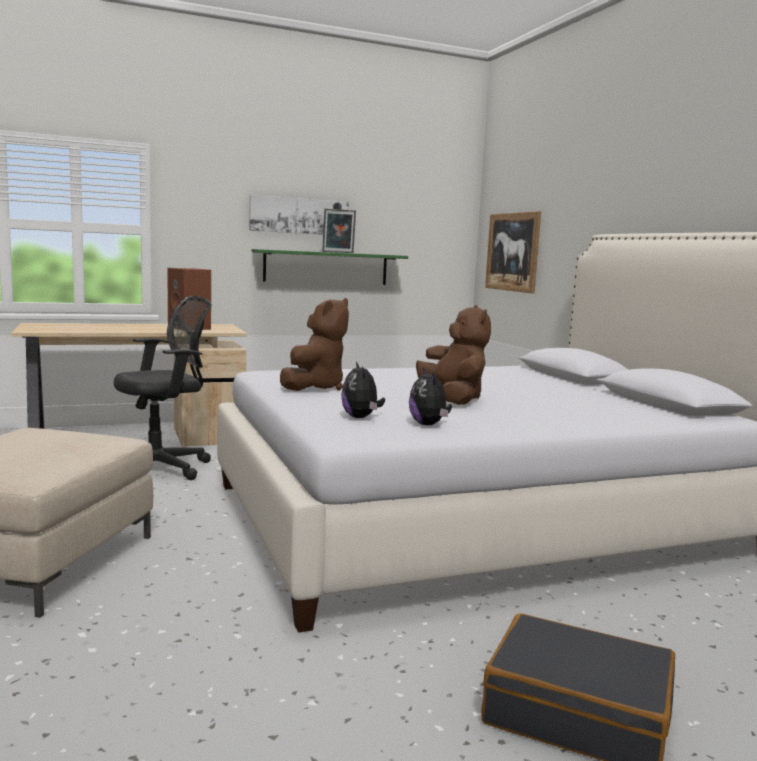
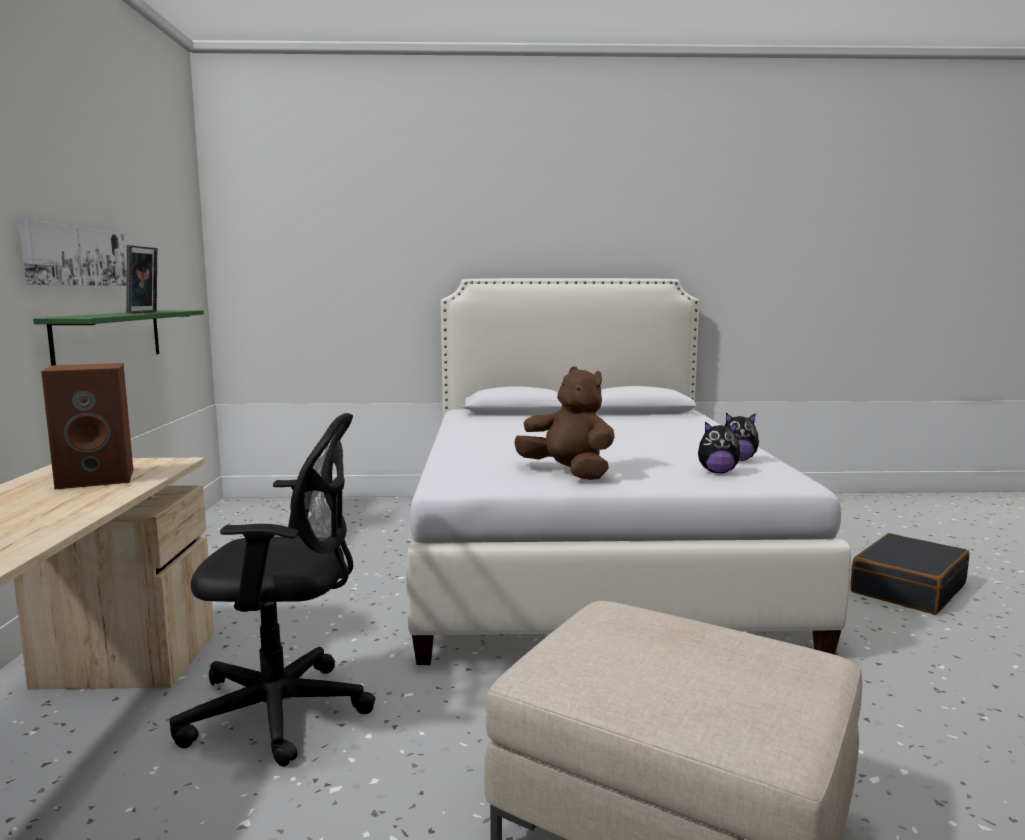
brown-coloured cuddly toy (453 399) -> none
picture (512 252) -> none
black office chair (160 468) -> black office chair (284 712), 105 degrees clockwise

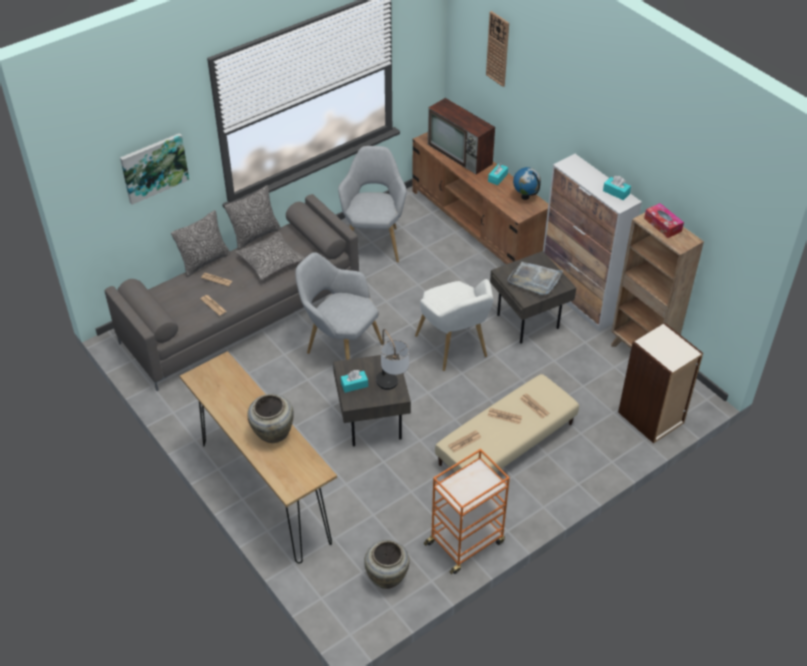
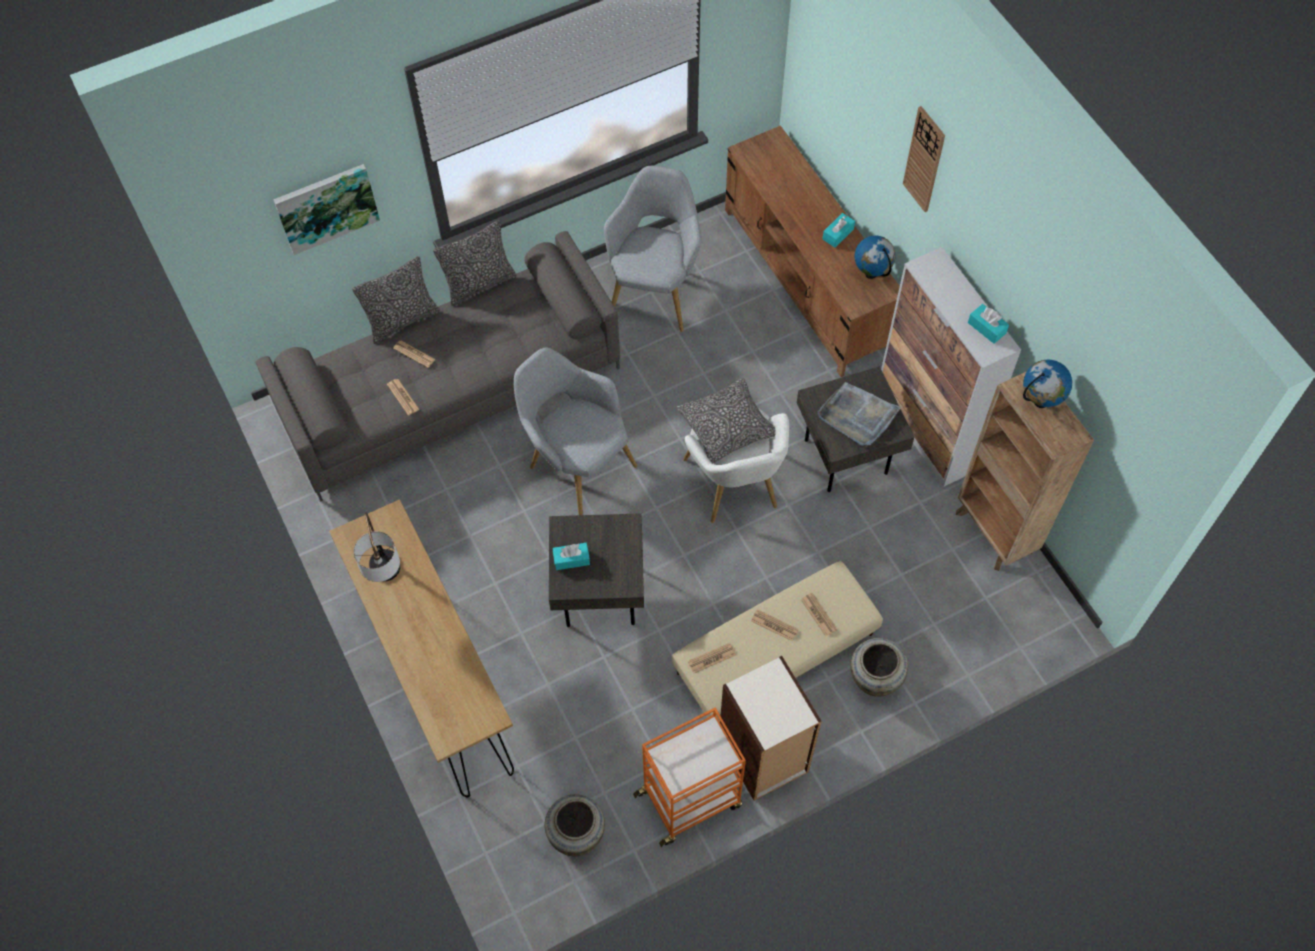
television (461 154) -> none
cushion (271 262) -> cushion (726 427), shifted
beige-coloured vase (272 433) -> beige-coloured vase (874 679), shifted
tabletop lamp (391 389) -> tabletop lamp (388 581), shifted
hanging clock (498 49) -> hanging clock (924 159), shifted
bookshelf (651 418) -> bookshelf (763 756), shifted
tissue holder (662 225) -> globe (1040 402)

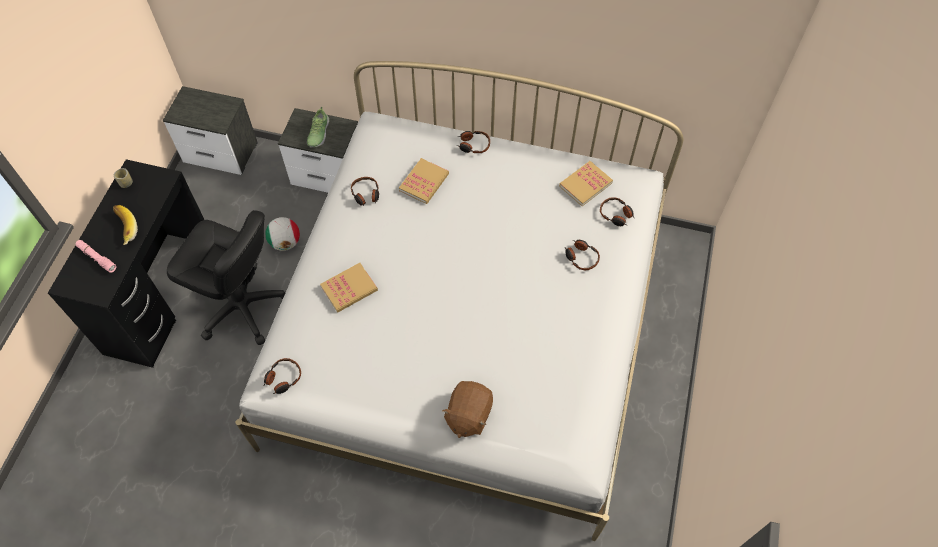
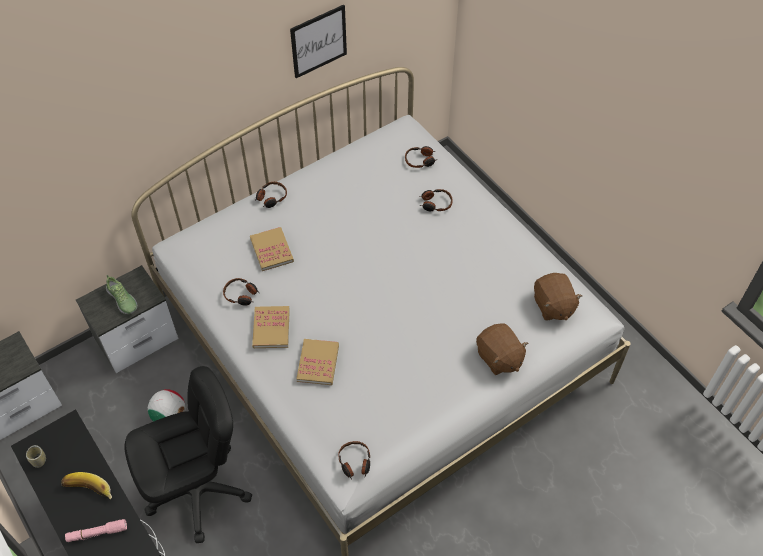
none -> picture (318 41)
none -> brown-coloured cuddly toy (553 306)
book (585 184) -> book (271 328), shifted

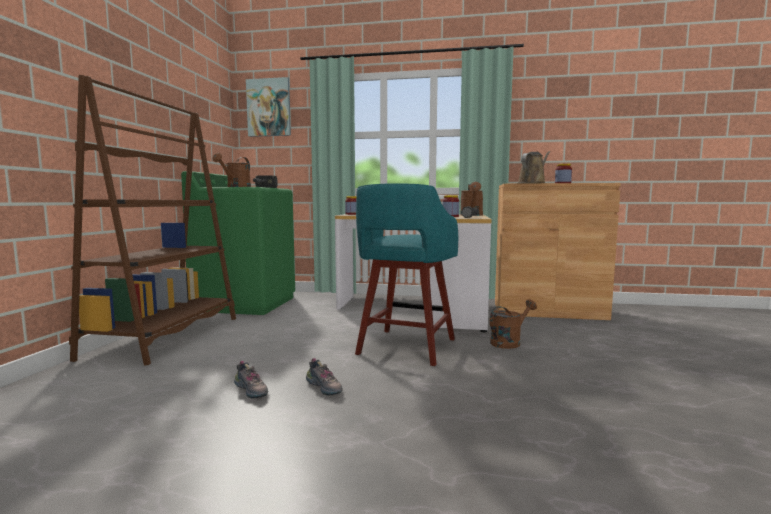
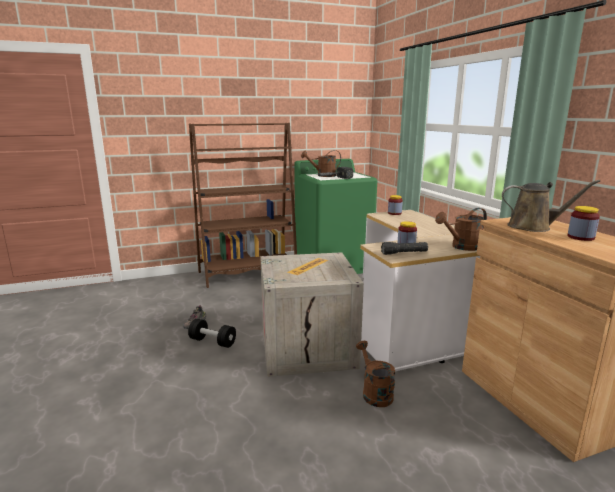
picture (269 107) -> none
item of footwear (325 387) -> black free weight (212 342)
turquoise-coloured stool (405 347) -> crate (306 347)
brown-coloured watering pot (509 342) -> brown-coloured watering pot (374 393), 135 degrees counterclockwise

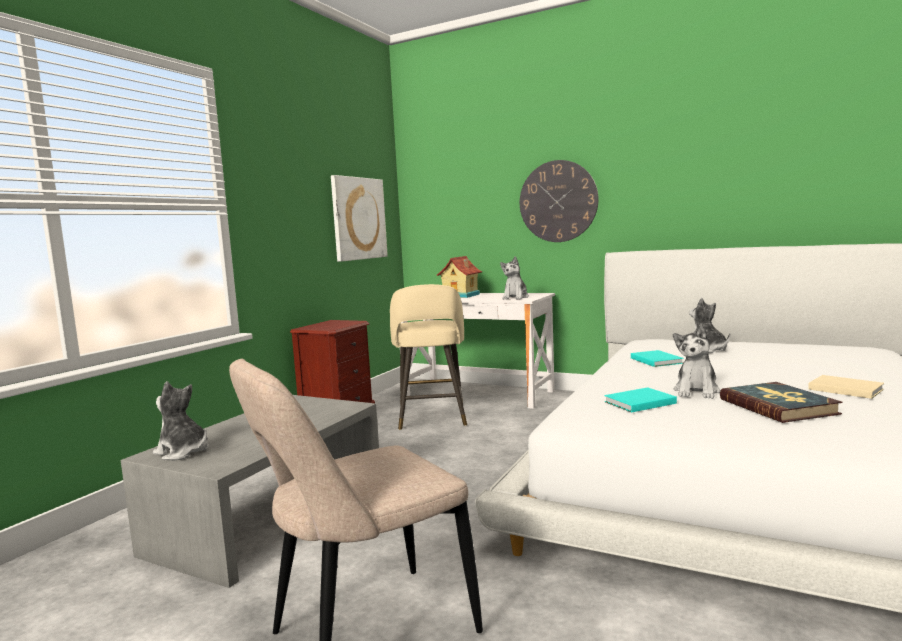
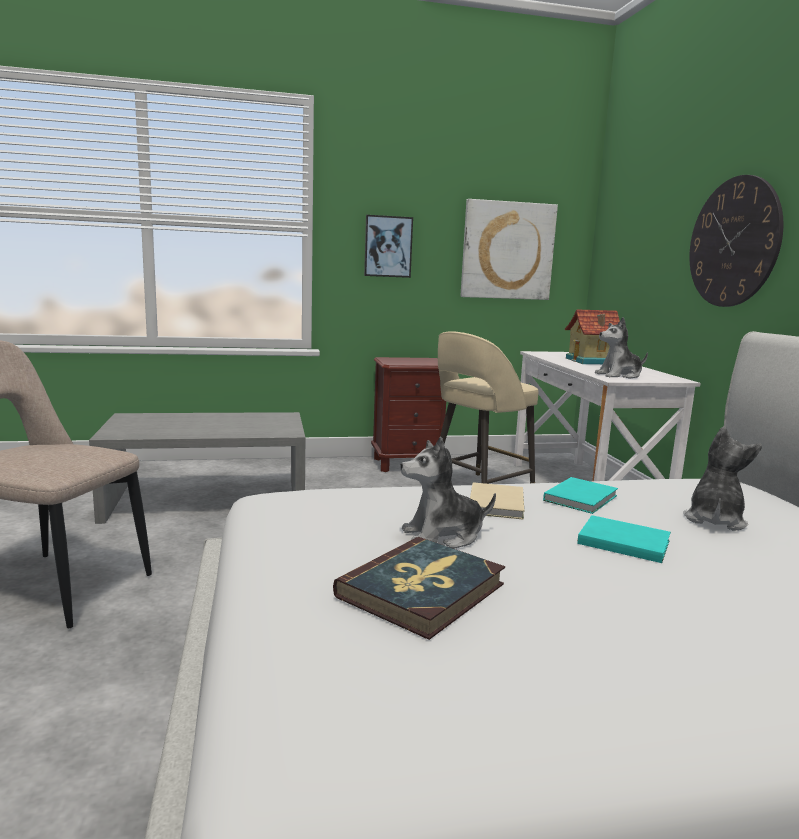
cuddly toy (183 452) -> none
none -> picture (388 246)
turquoise-coloured book (638 402) -> turquoise-coloured book (621 541), shifted
beige-coloured book (844 389) -> beige-coloured book (497 503), shifted

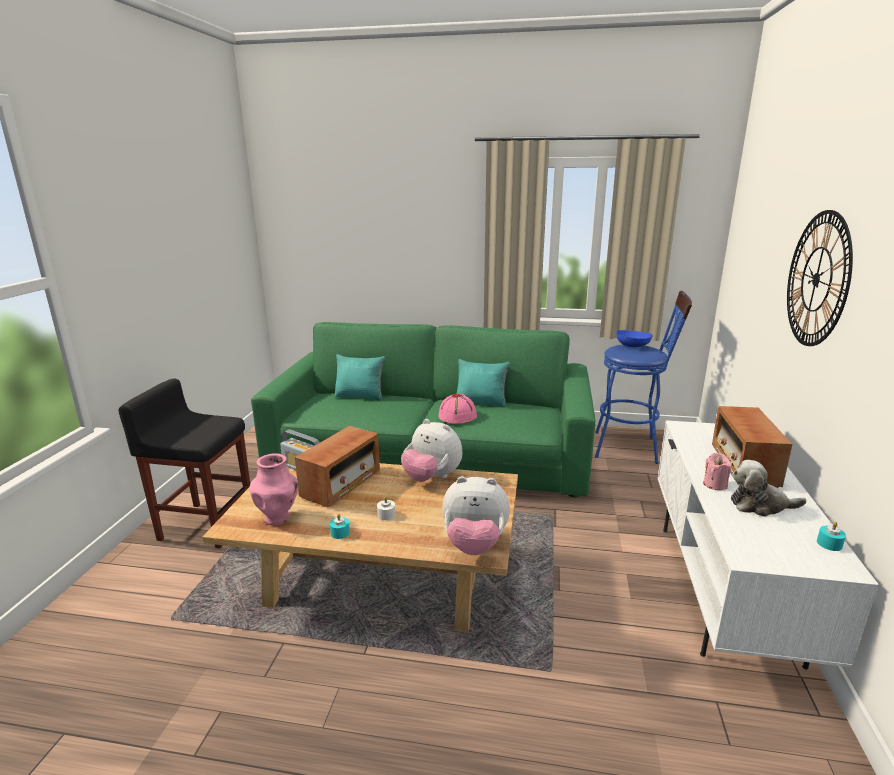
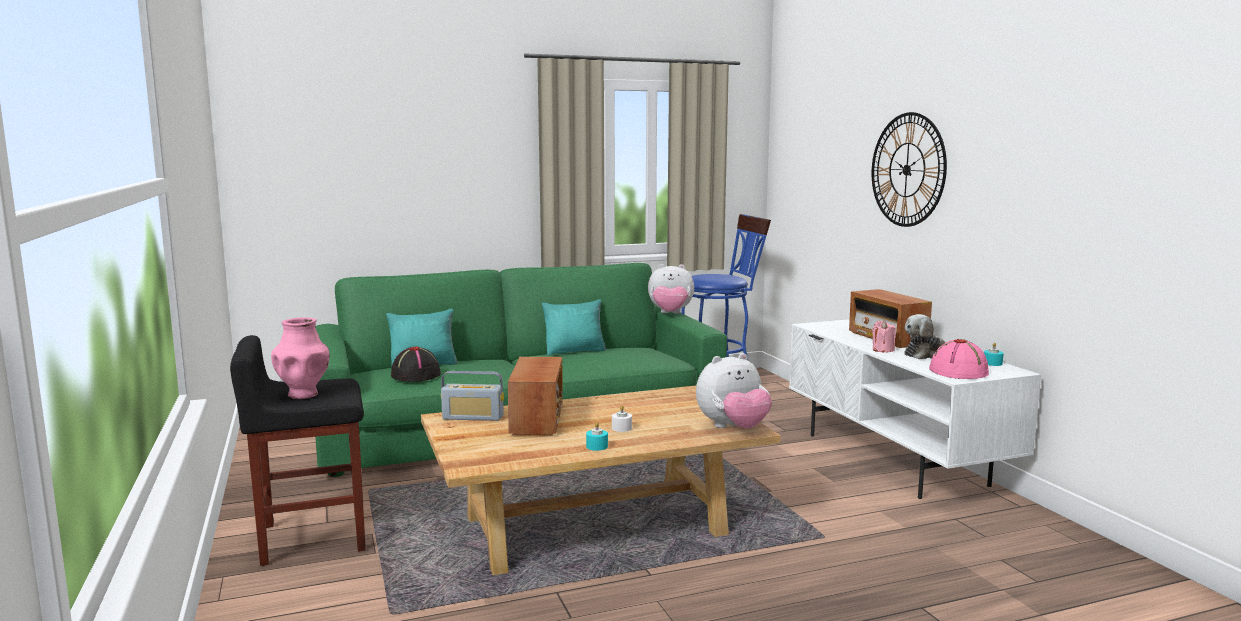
blue deep dish (632 346) -> none
none -> black wearable hat (415 375)
pinkish vase (278 518) -> pinkish vase (303 394), shifted
cuddly toy (432 478) -> cuddly toy (670 314), shifted
pinkish wearable hat (457 415) -> pinkish wearable hat (959 371), shifted

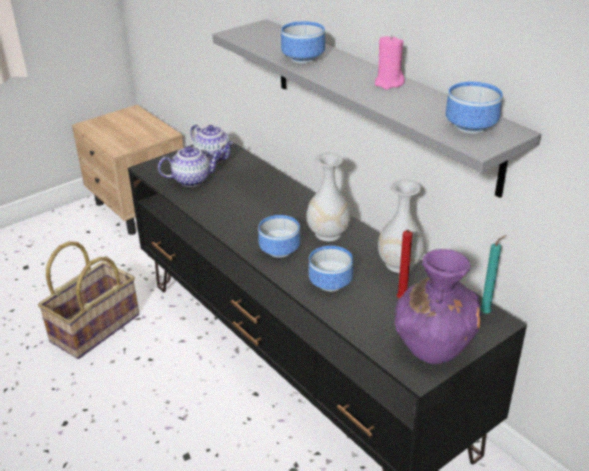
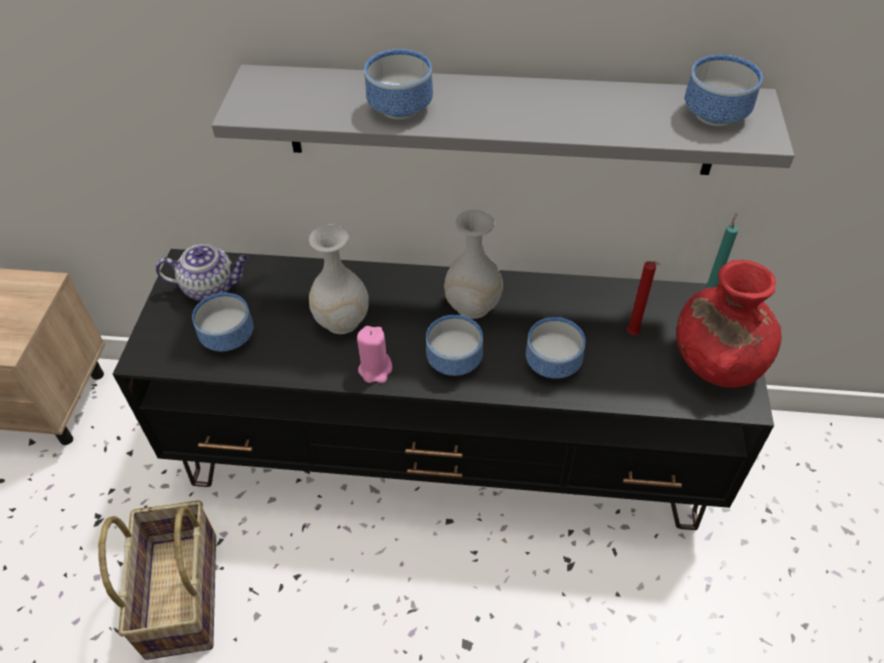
pinkish wax candle (388 83) -> pinkish wax candle (375 369), shifted
whitish vase (399 264) -> whitish vase (341 320), shifted
teapot (192 180) -> deep dish (228 336)
purplish vase (434 343) -> red vase (715 361)

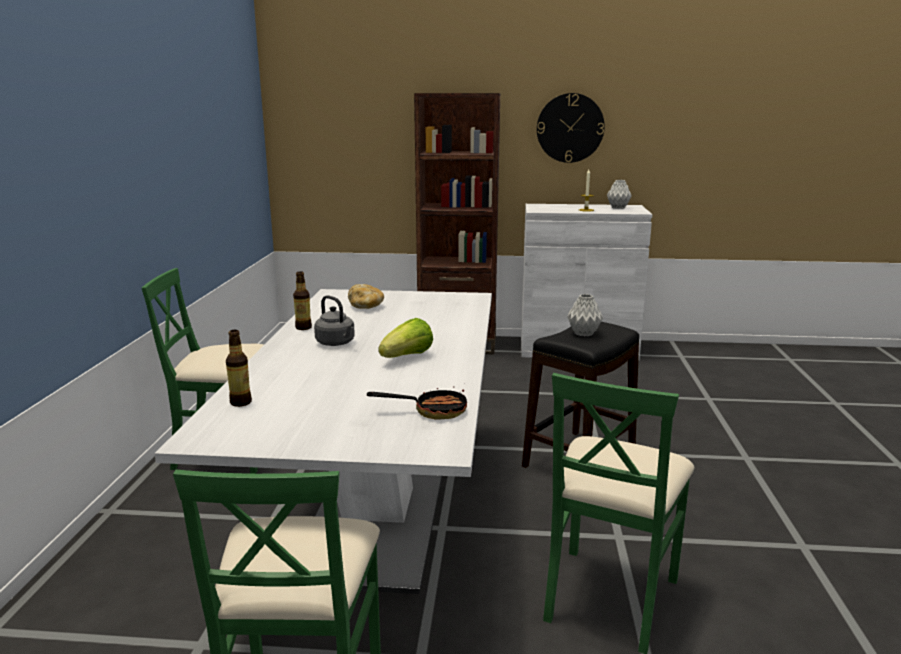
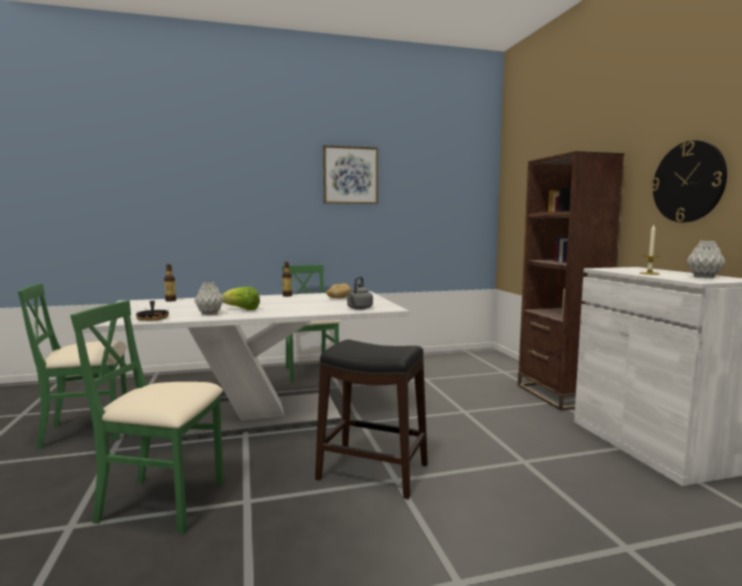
none -> picture (350 175)
grey water kettle (336 343) -> grey water kettle (359 308), shifted
grey vase (583 334) -> grey vase (209 314), shifted

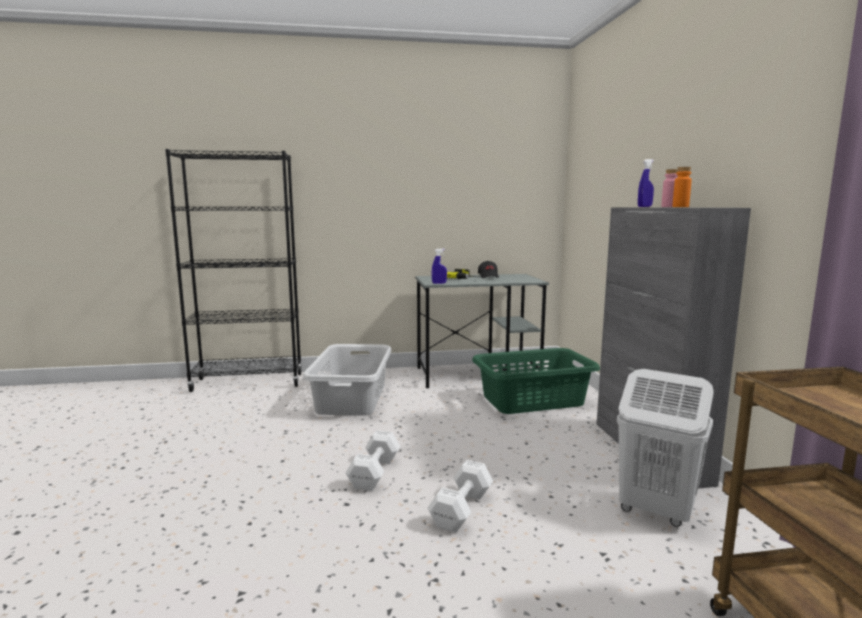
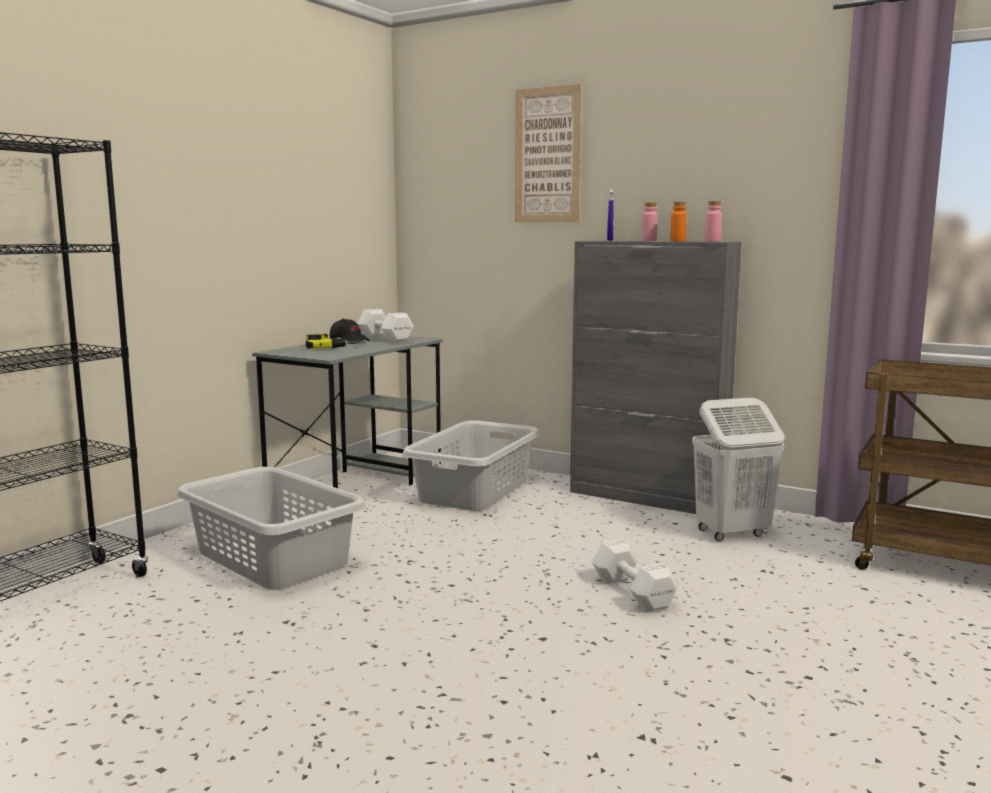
blue sprayer (439 283) -> none
none -> picture (547 155)
none -> pinkish drink bottle (712 241)
whitish free weight (375 472) -> whitish free weight (385 338), shifted
green hamper (533 400) -> grey hamper (475 491)

